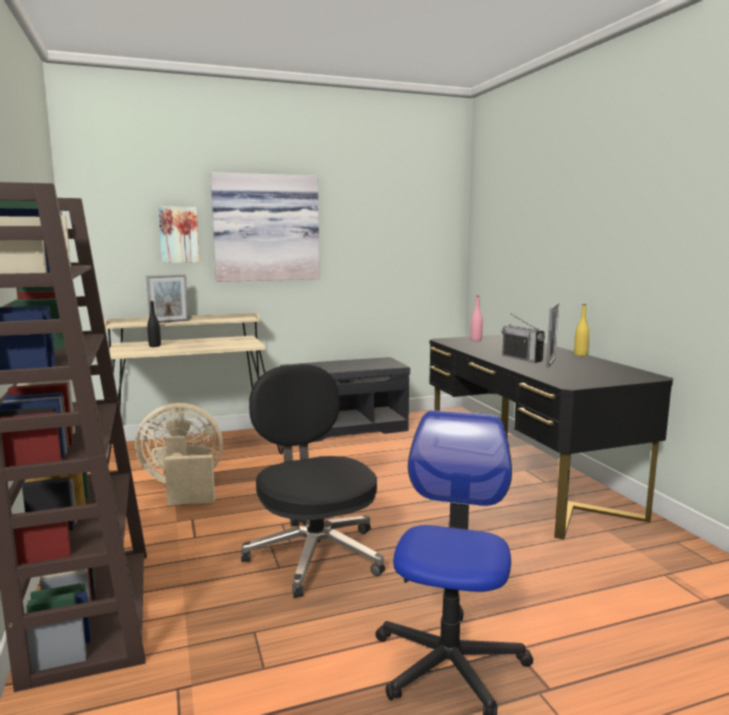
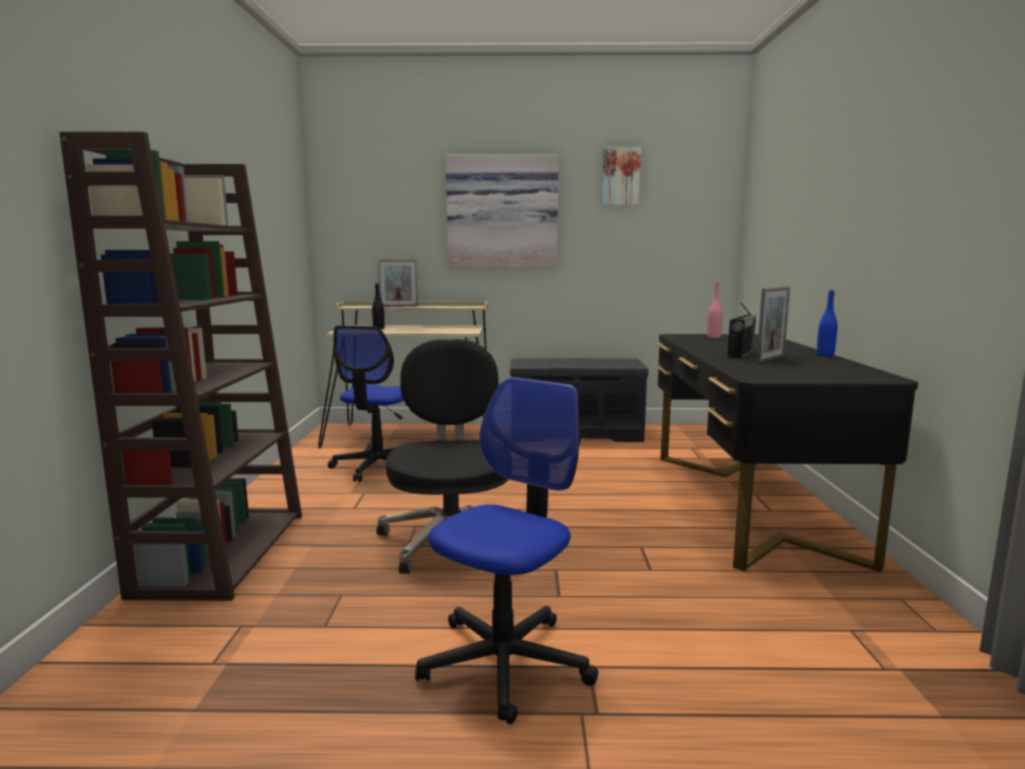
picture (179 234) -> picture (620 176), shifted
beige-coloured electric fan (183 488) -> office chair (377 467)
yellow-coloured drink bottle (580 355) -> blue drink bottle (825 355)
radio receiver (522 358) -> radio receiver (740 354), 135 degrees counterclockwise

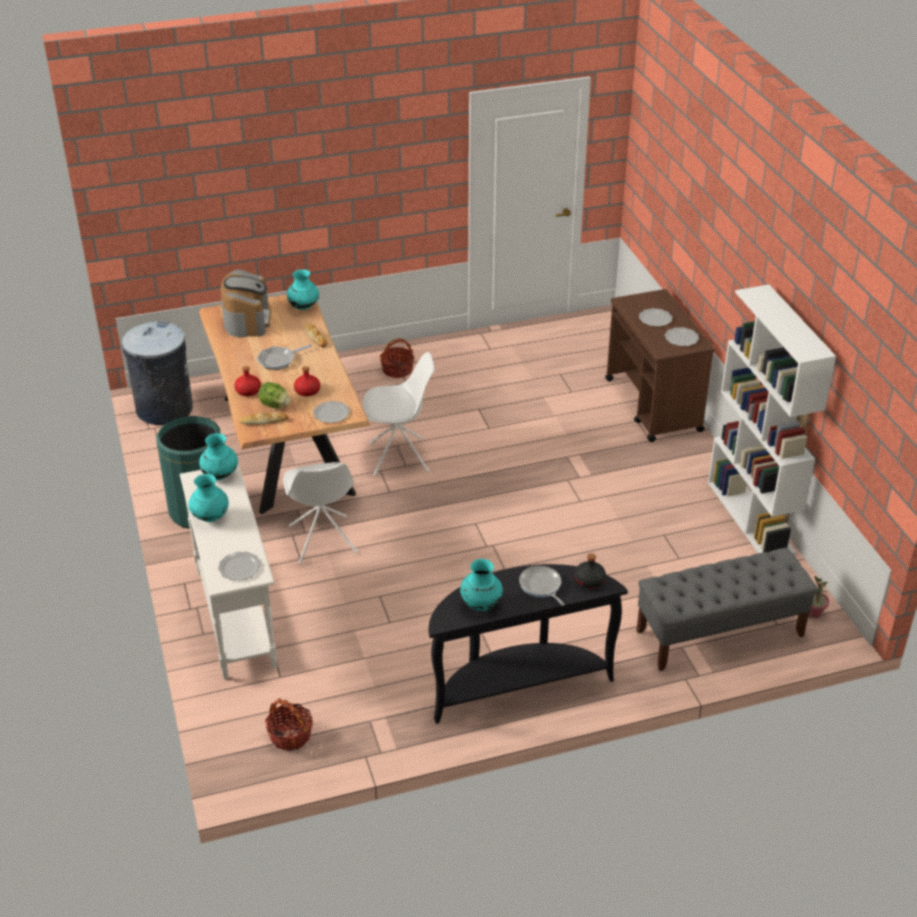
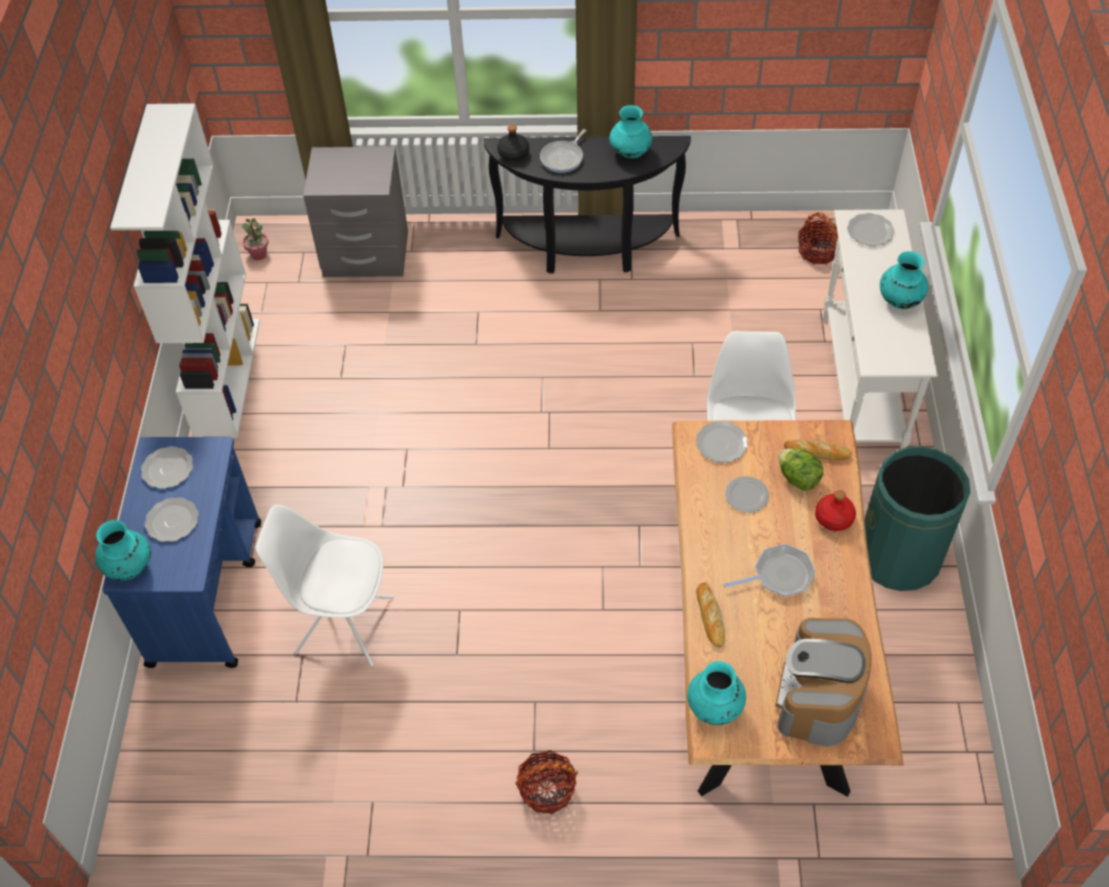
grey trash can (164 409) -> none
turquoise-coloured vase (220 475) -> turquoise-coloured vase (129 567), shifted
whitish chair (400 457) -> whitish chair (342 624), shifted
red drink bottle (307 391) -> flat dish (746 496)
grey indoor bench (719 633) -> grey night table (366 255)
brown-coloured wheeled cart (653 405) -> blue wheeled cart (206 591)
skillet (541 586) -> skillet (563 158), 45 degrees clockwise

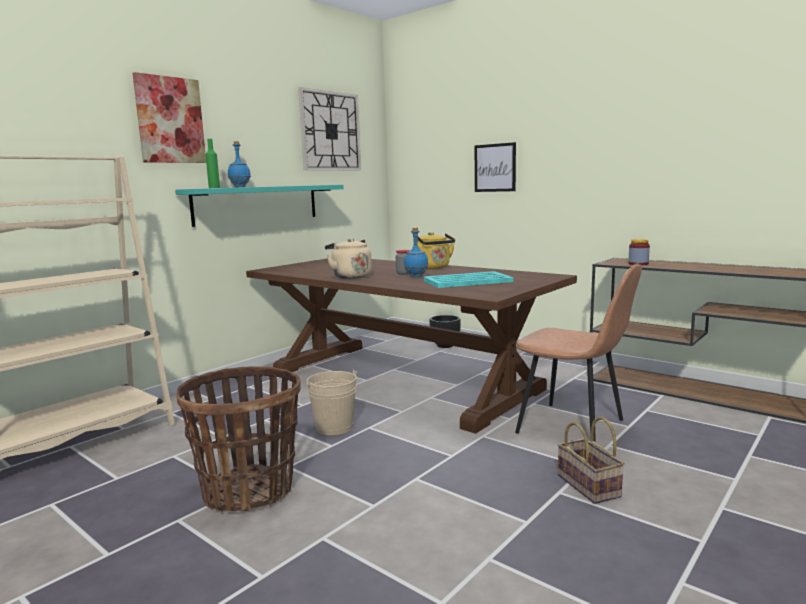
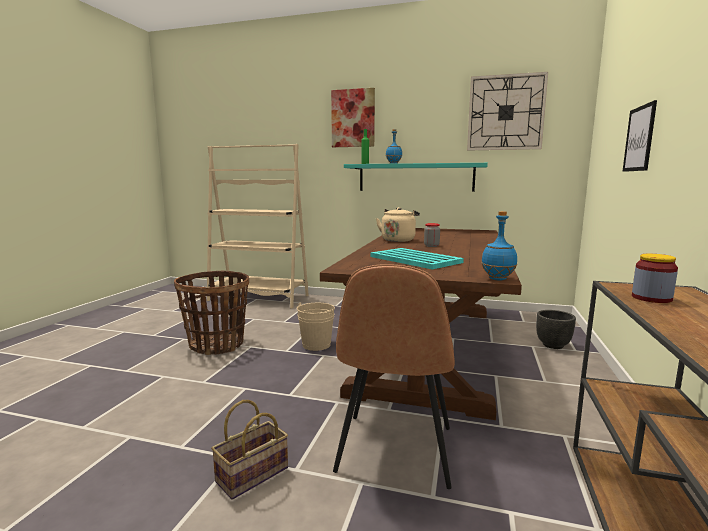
yellow-coloured water kettle (433 268) -> none
blue drink bottle (416 276) -> blue drink bottle (497 279), shifted

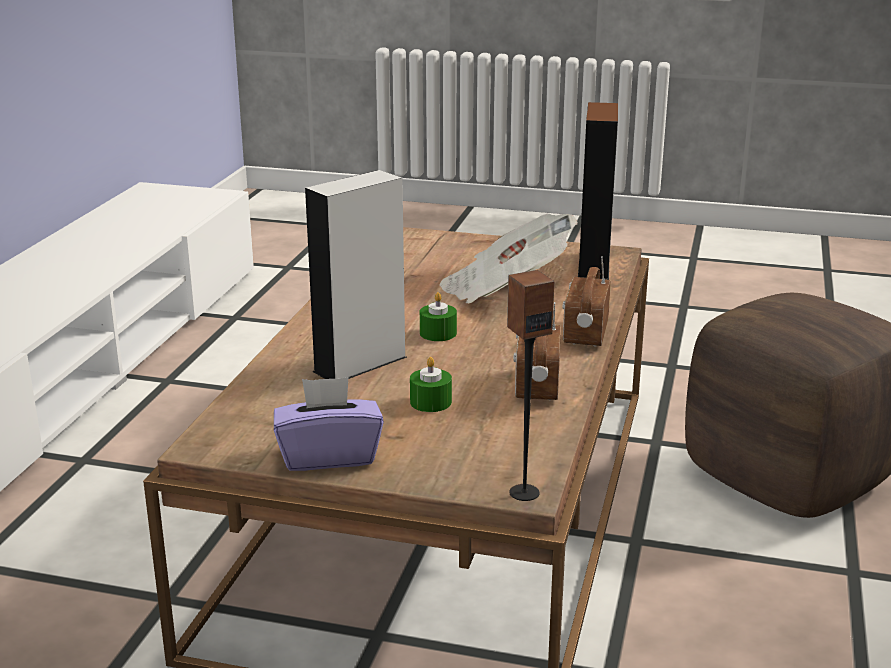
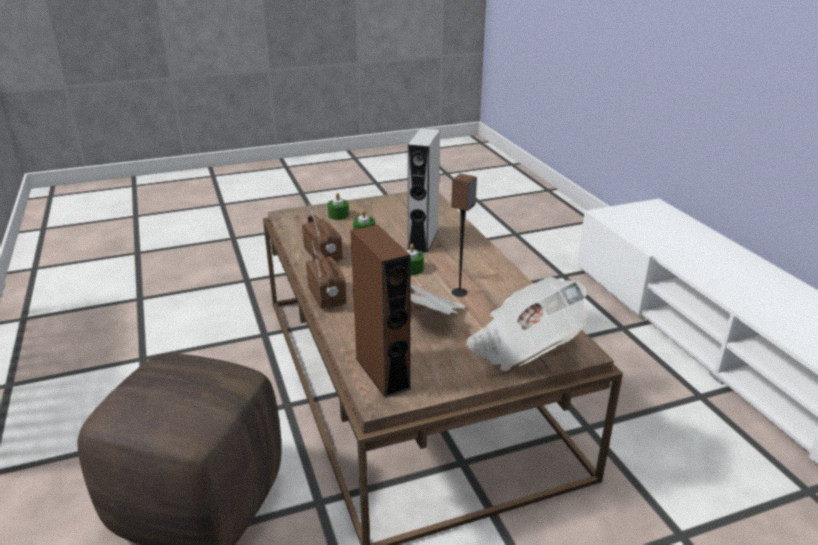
purplish tissue holder (329 456) -> none
none -> green wax candle (338 215)
none -> daily paper (523 347)
audio speaker (524 492) -> audio speaker (459 292), shifted

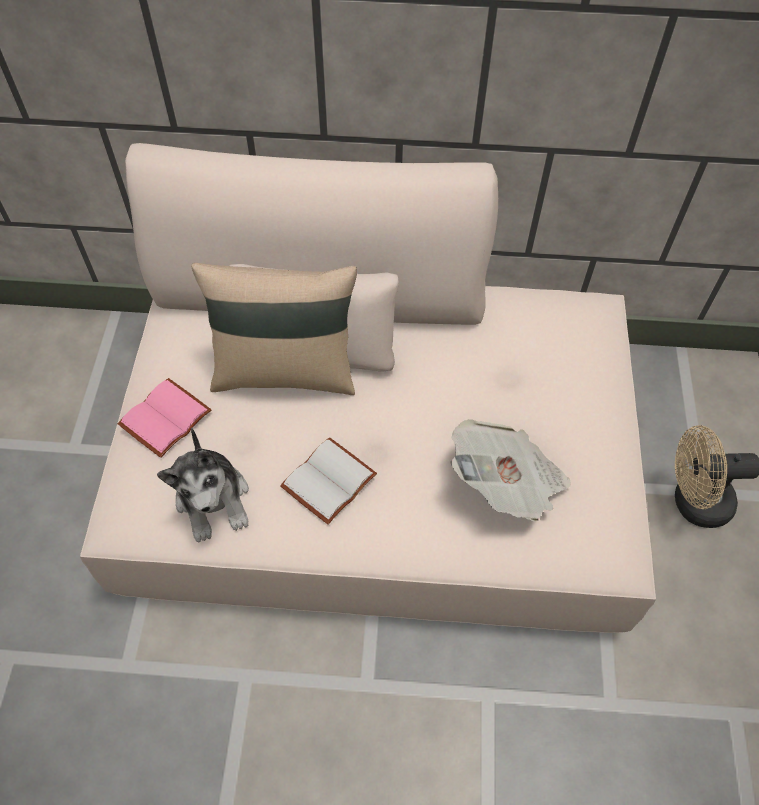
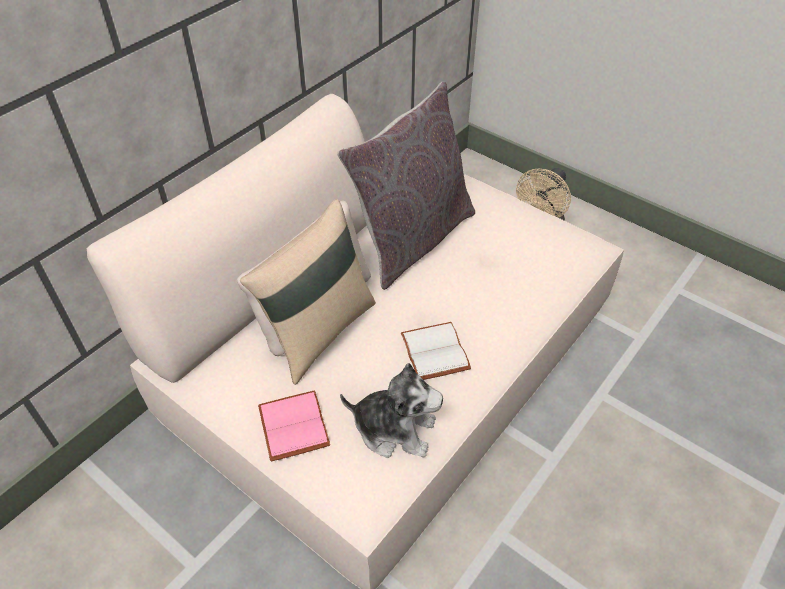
daily paper (507 483) -> none
none -> grey cushion (412 239)

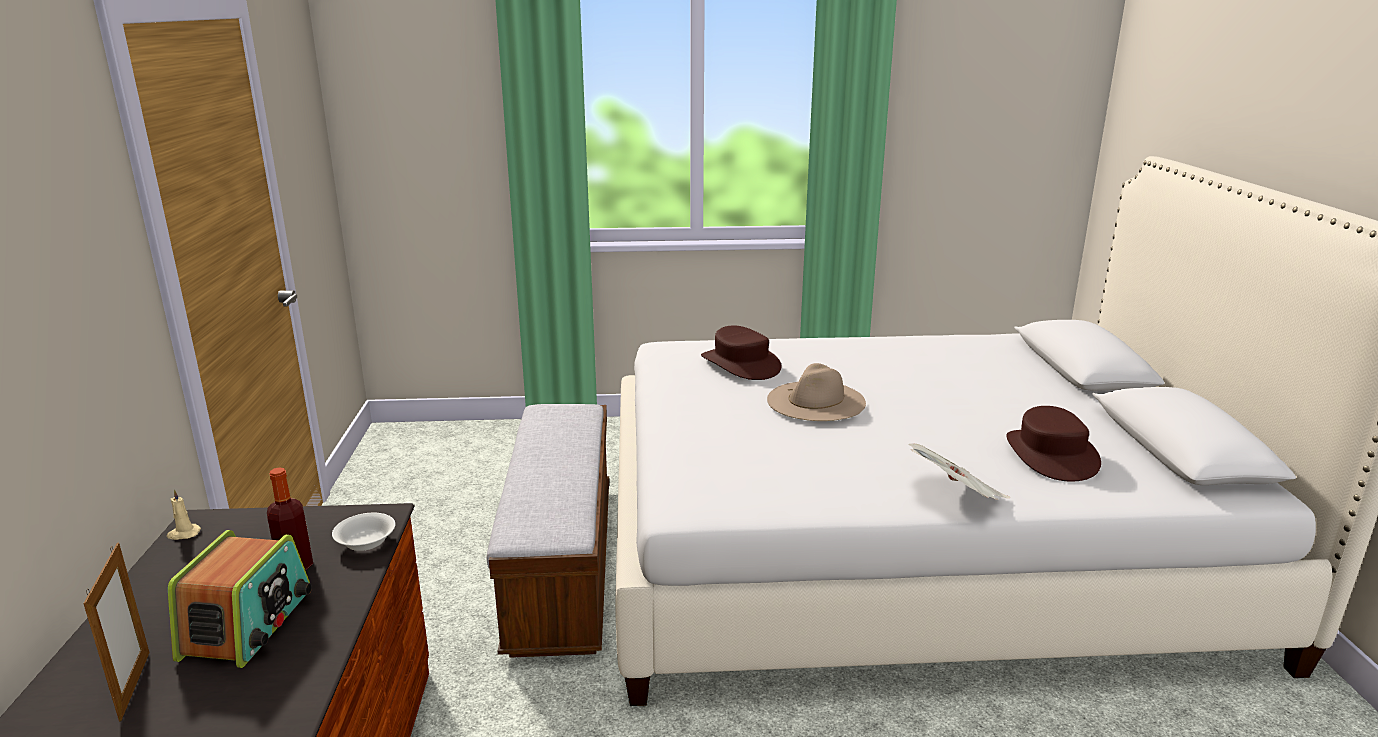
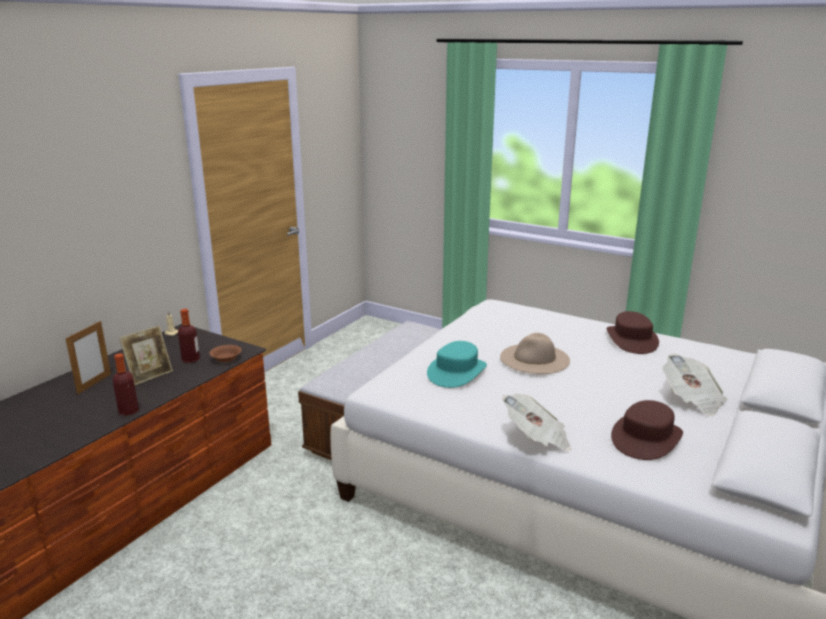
none -> drink bottle (128 411)
none -> turquoise-coloured wearable hat (456 372)
none -> daily paper (692 400)
brown-coloured wearable hat (741 364) -> brown-coloured wearable hat (632 340), shifted
radio receiver (248 624) -> picture frame (150 376)
whitish deep dish (367 542) -> brown-coloured deep dish (226 359)

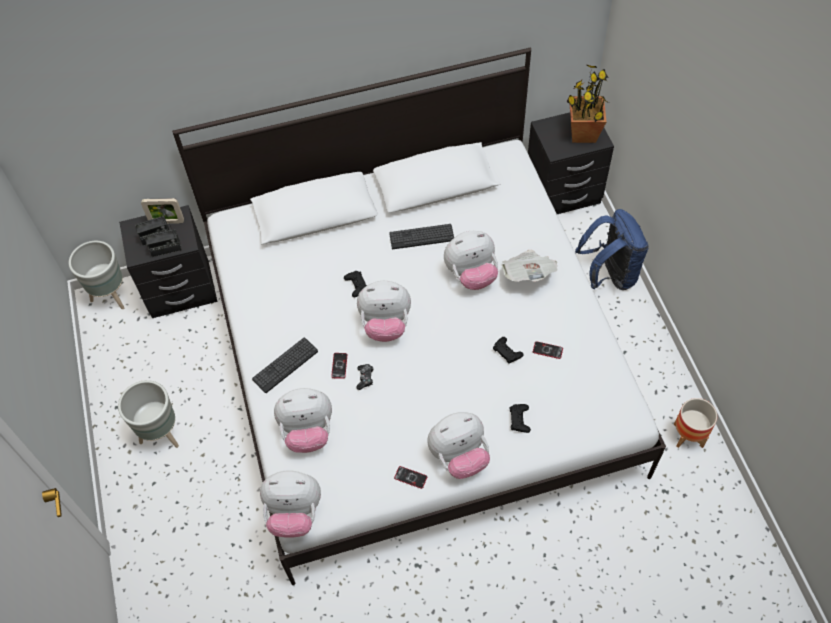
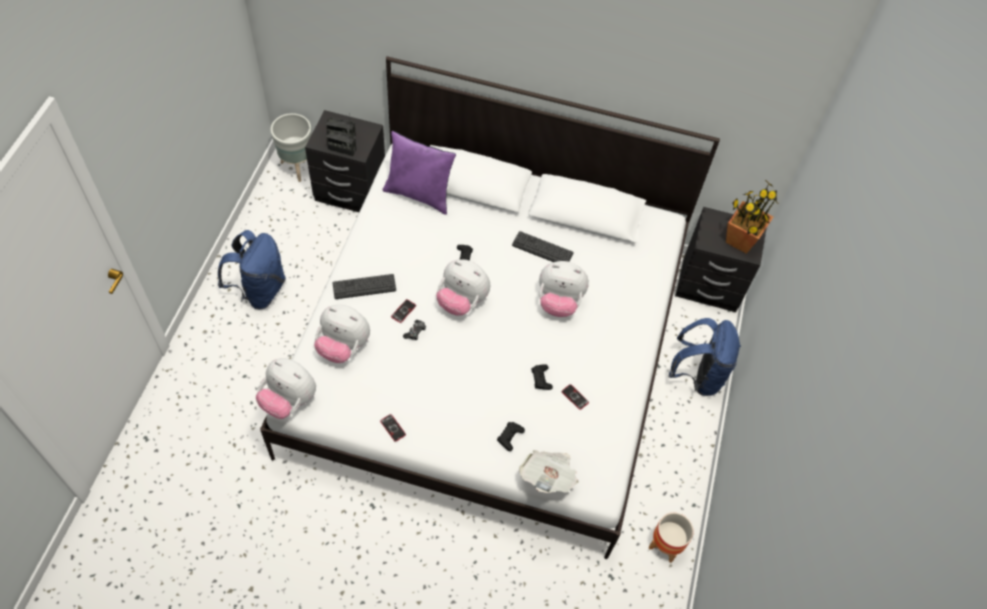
picture frame (167 222) -> none
cuddly toy (459 456) -> none
none -> purplish cushion (419 194)
daily paper (528 274) -> daily paper (548 476), shifted
grey plant pot (161 434) -> blue rucksack (259 290)

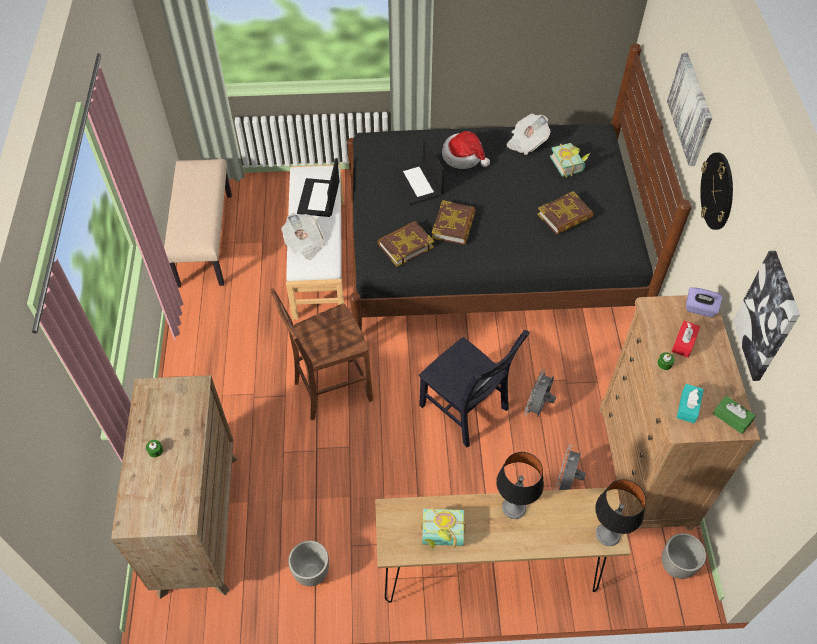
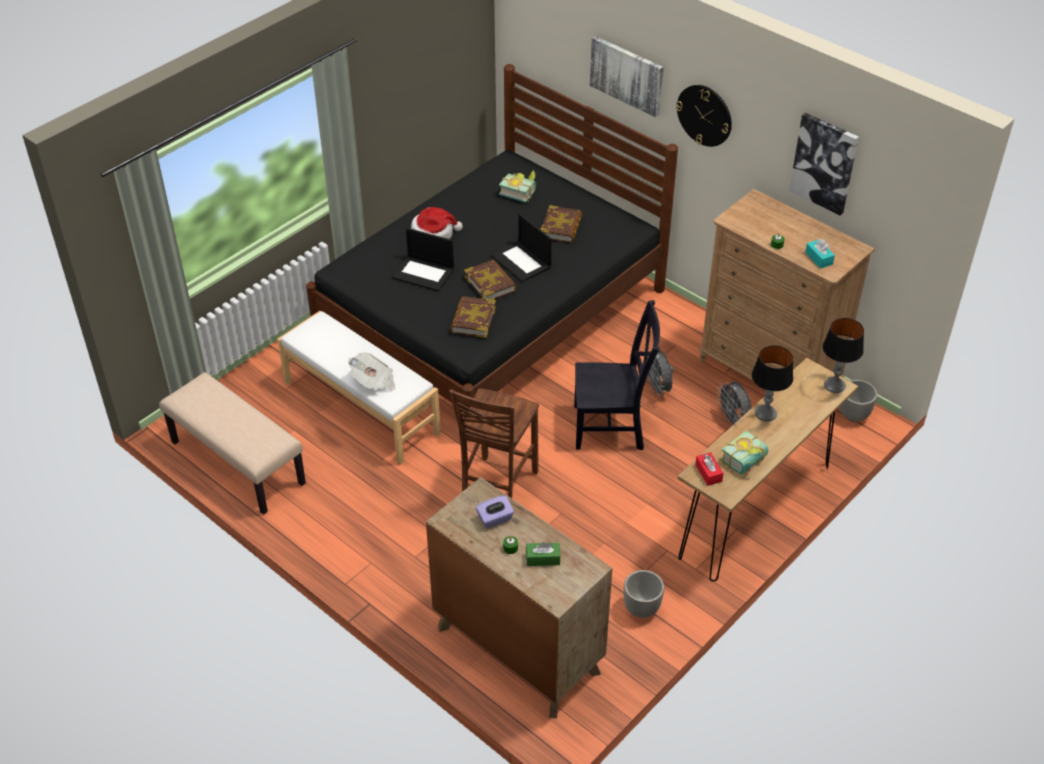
daily paper (526 142) -> none
portable computer (319 198) -> portable computer (522 262), shifted
red tissue holder (684 342) -> red tissue holder (708 473), shifted
purplish tissue holder (700 309) -> purplish tissue holder (495 519), shifted
green tissue holder (731 418) -> green tissue holder (543 558), shifted

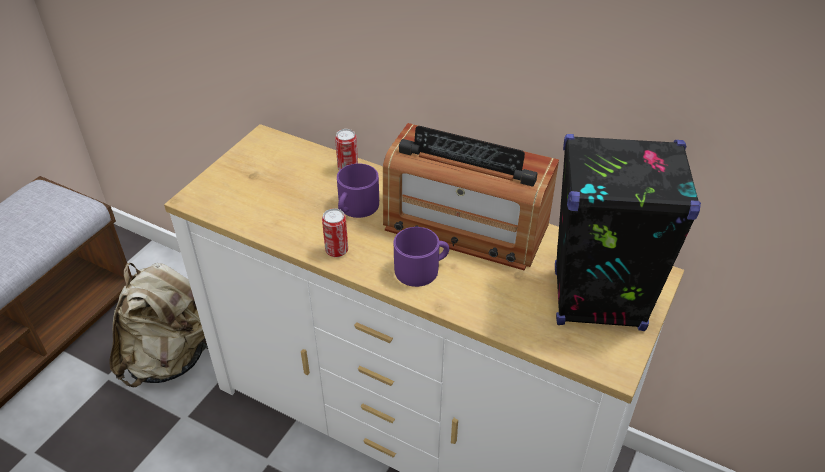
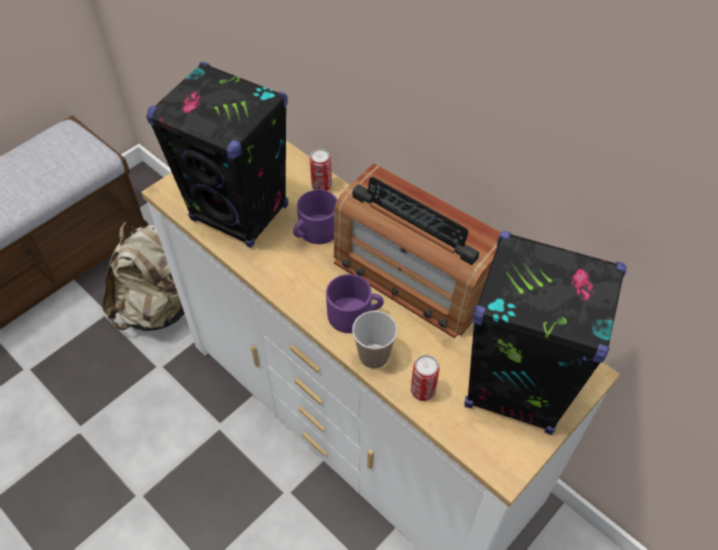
none -> black audio speaker (240 213)
none -> drinking cup (374 356)
sealed can (336 250) -> sealed can (423 391), shifted

